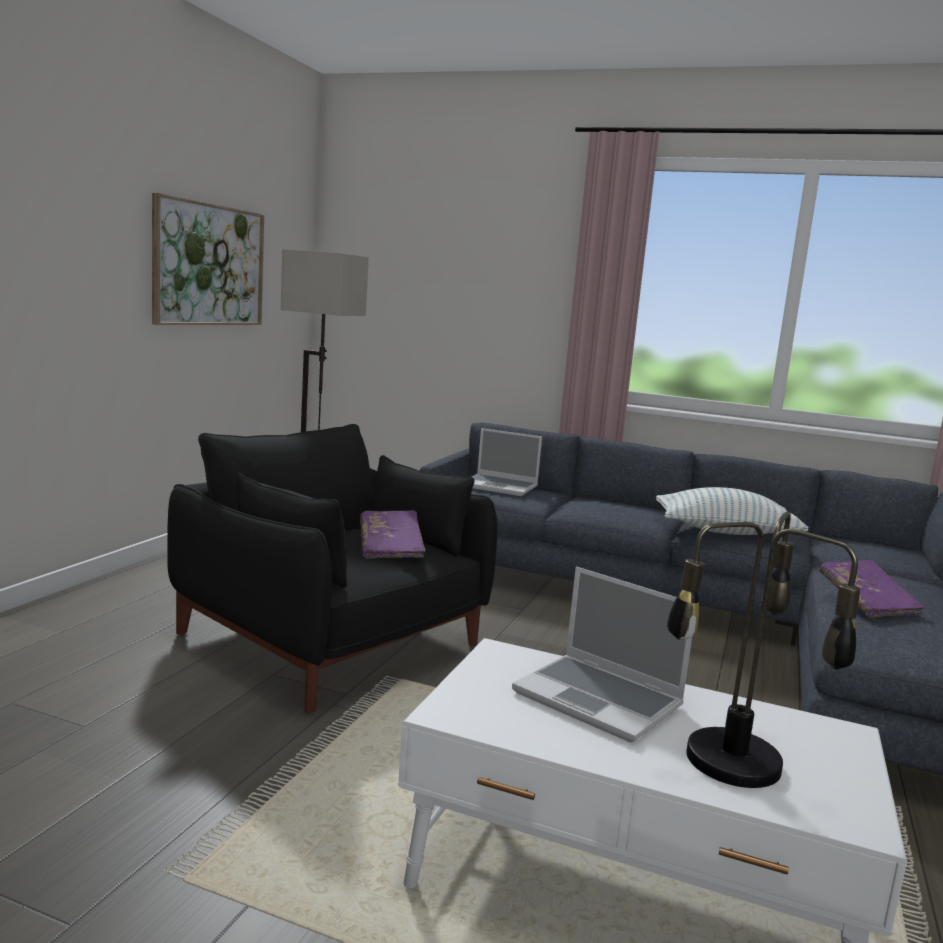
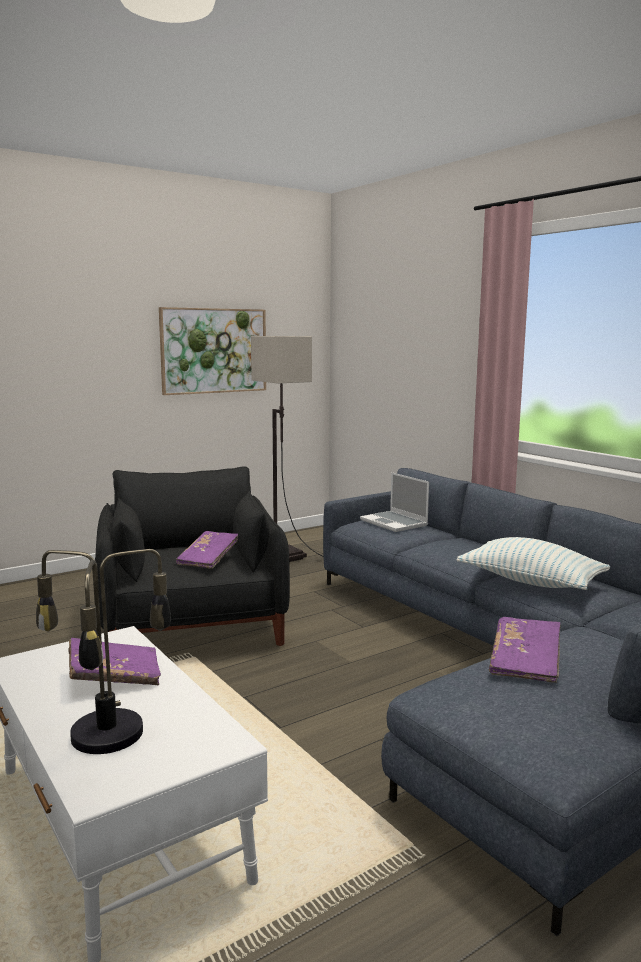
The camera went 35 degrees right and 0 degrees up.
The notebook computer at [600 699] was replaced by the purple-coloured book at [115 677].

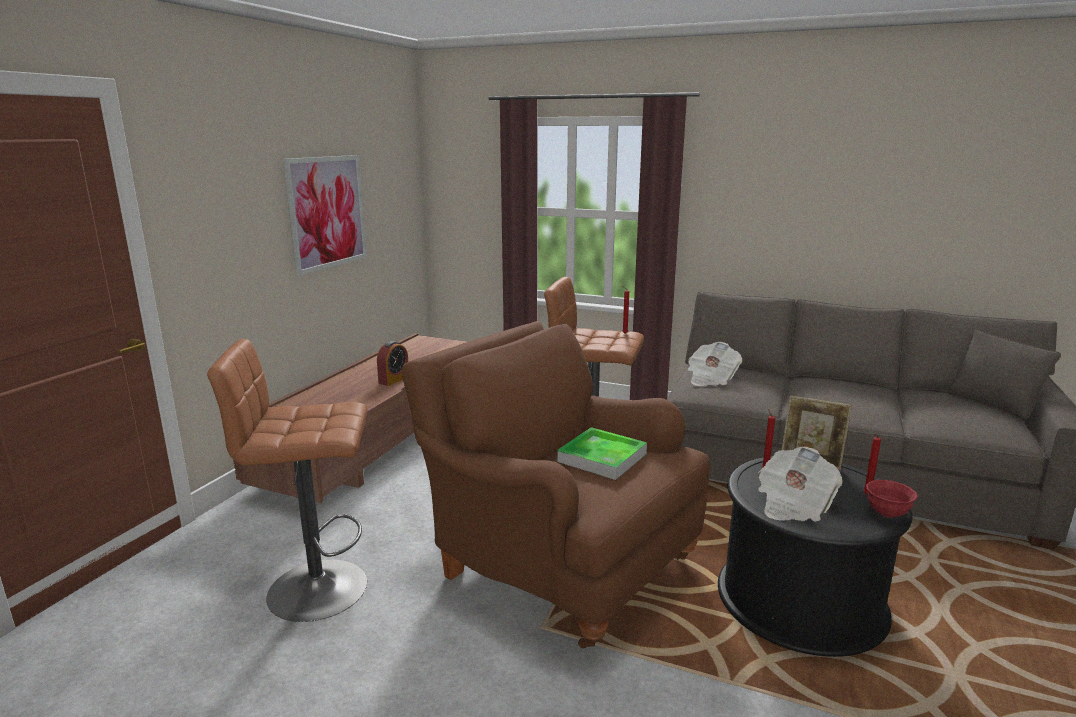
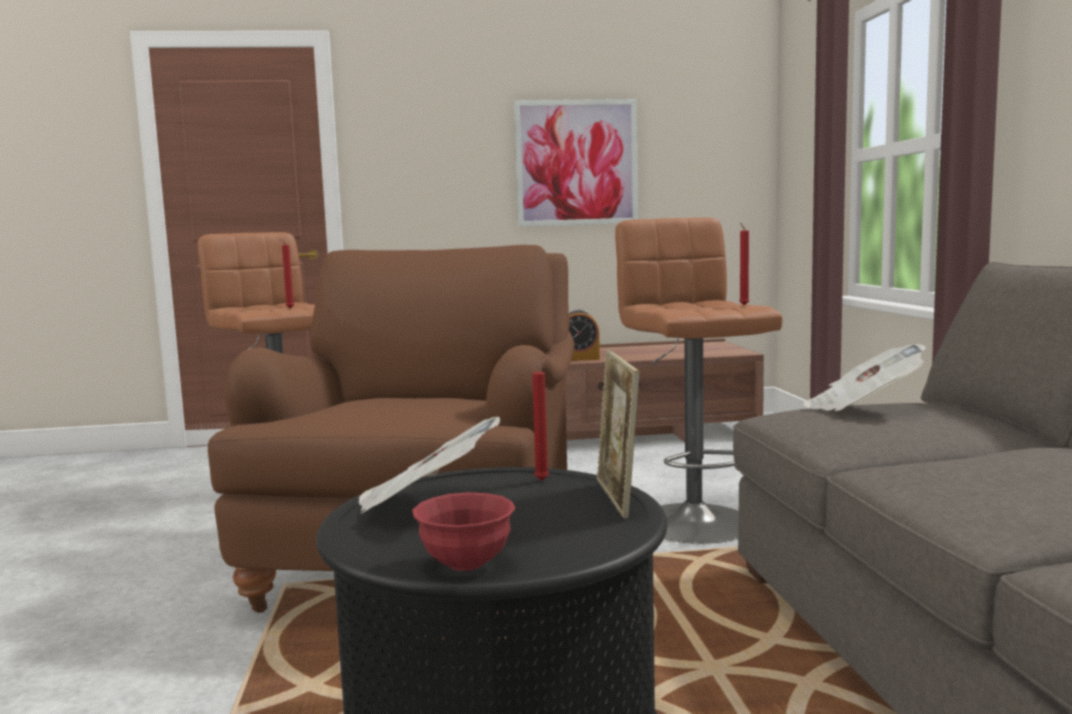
The camera went 60 degrees right and 10 degrees down.
The reddish wax candle moved from [866 495] to [288 308].
The tray at [602 457] disappeared.

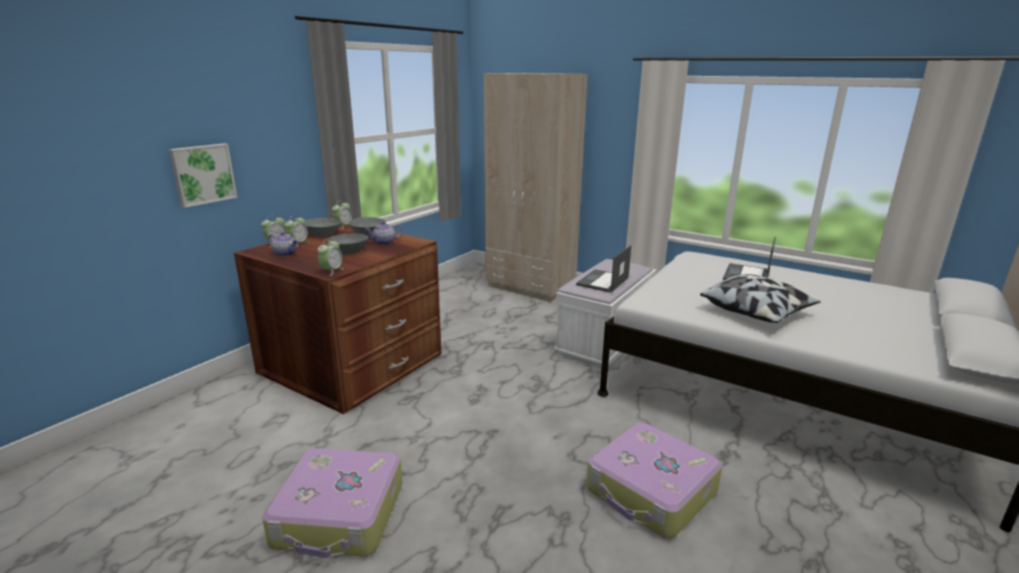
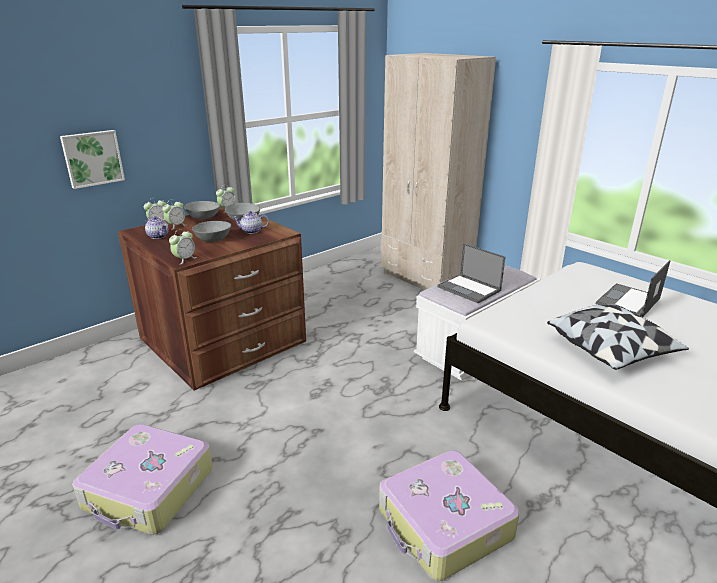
The camera went 15 degrees right and 5 degrees up.
The notebook computer at [602 282] turned 90 degrees counterclockwise.

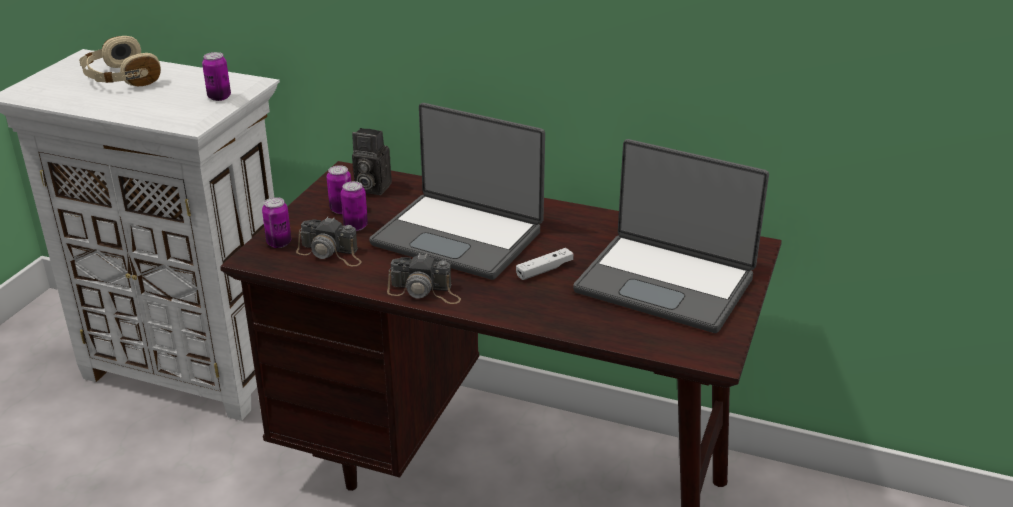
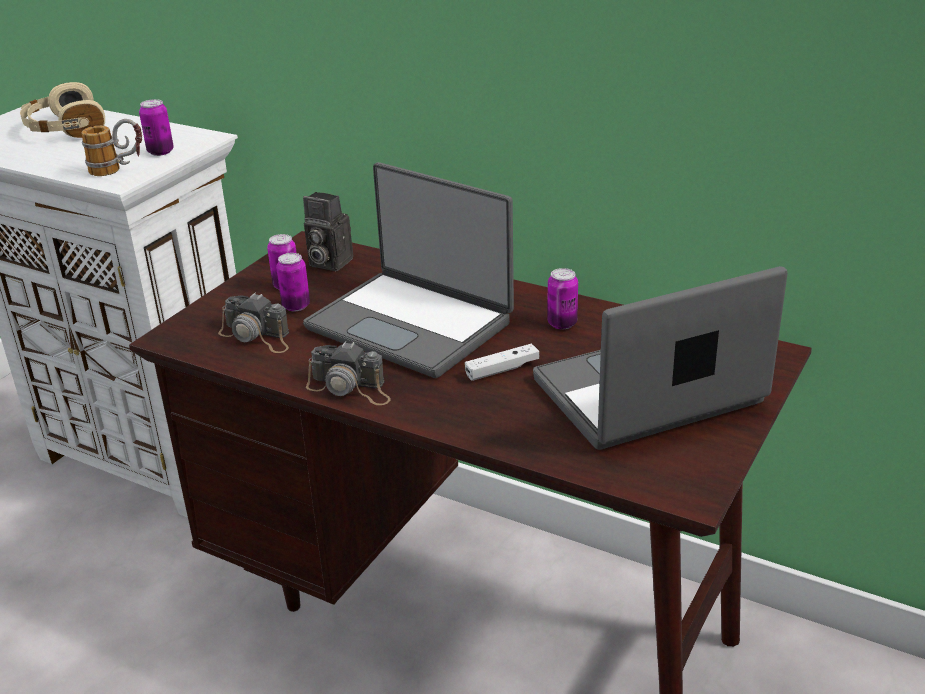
The camera went 10 degrees right and 0 degrees up.
The mug at [118 170] appeared.
The notebook computer at [666 283] turned 120 degrees clockwise.
The sealed can moved from [279 243] to [562 323].

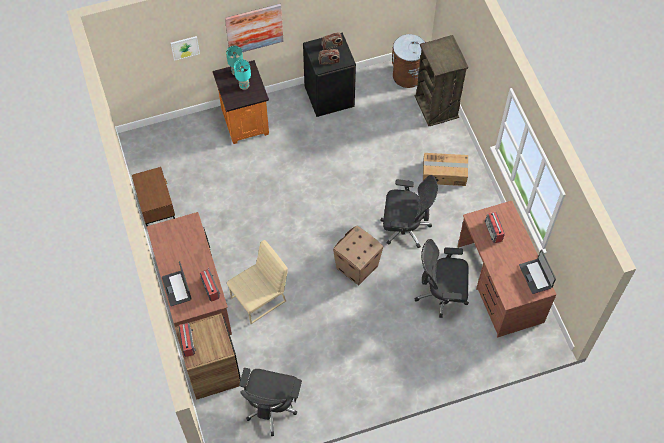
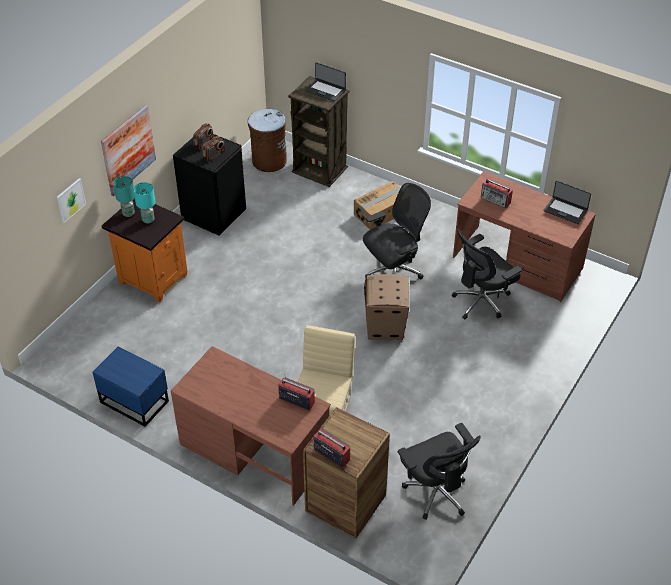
The camera went 40 degrees left and 15 degrees down.
The brownish bedside table at [157 207] became the bluish bedside table at [134 400].
The notebook computer moved from [177 288] to [325 90].

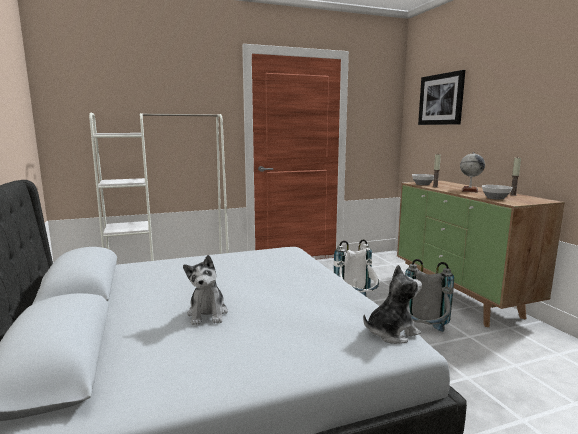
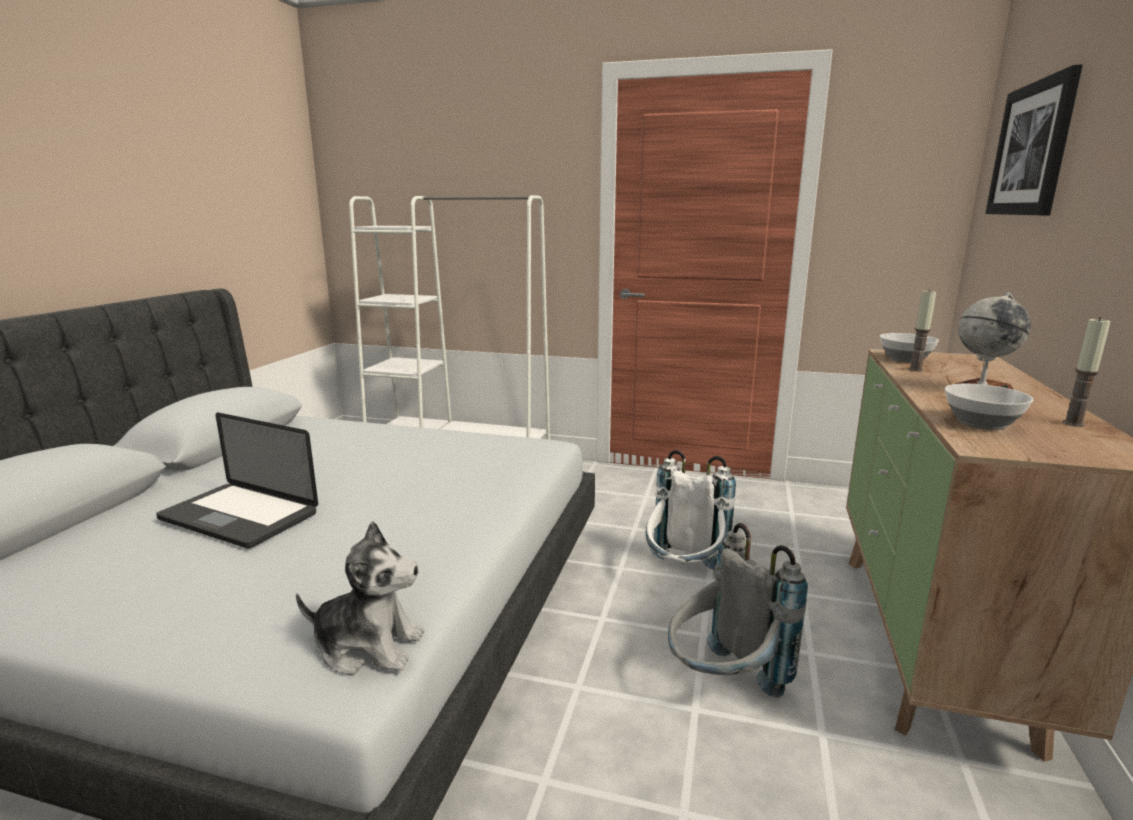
The camera went 35 degrees right and 5 degrees up.
The cuddly toy at [208 314] was replaced by the notebook computer at [239 516].

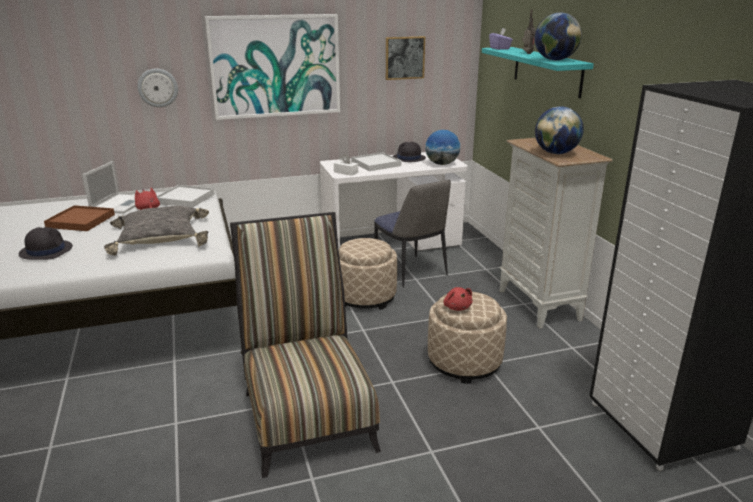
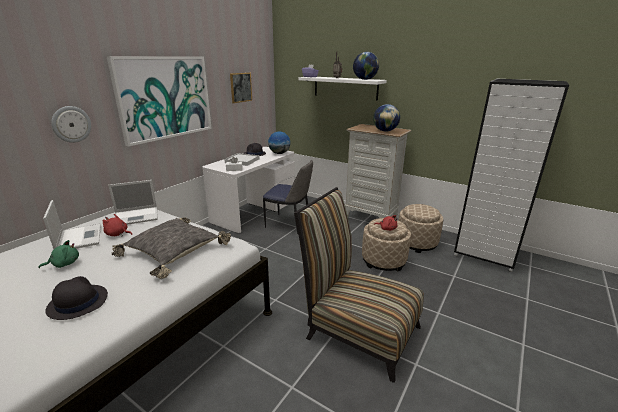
The camera went 40 degrees left and 0 degrees up.
The brownish tray at [81 221] was replaced by the greenish cuddly toy at [64 264].
The whitish tray at [185 198] was replaced by the notebook computer at [137 216].
The turquoise bracket shelf at [547 71] became the whitish bracket shelf at [345 88].
The beige-coloured ottoman moved from [365 297] to [416 243].

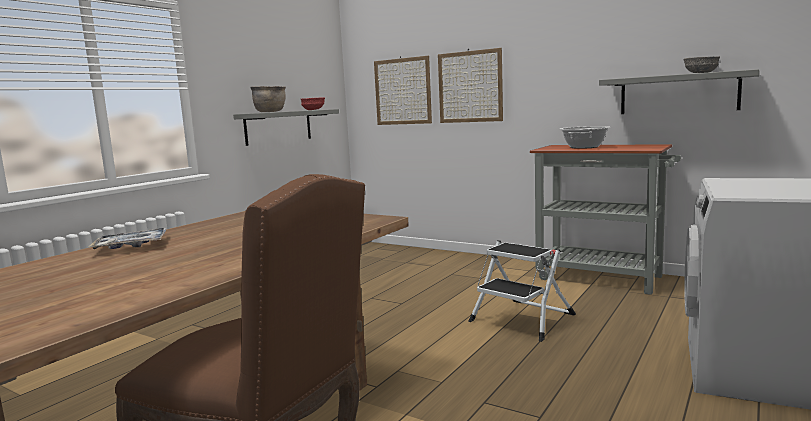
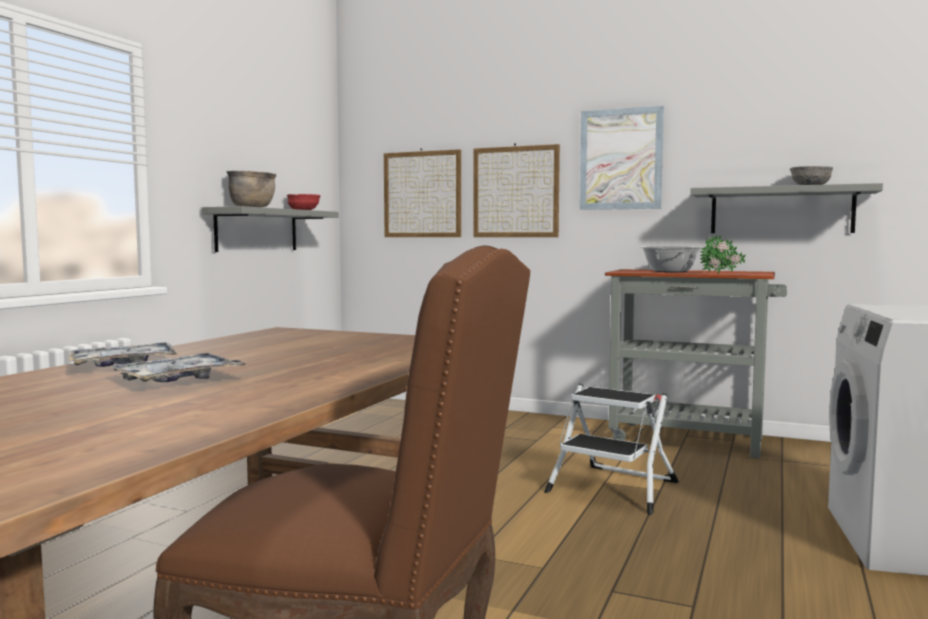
The camera went 10 degrees left and 5 degrees down.
The tray at [178 380] appeared.
The wall picture at [620 159] appeared.
The plant in a pot at [722 273] appeared.

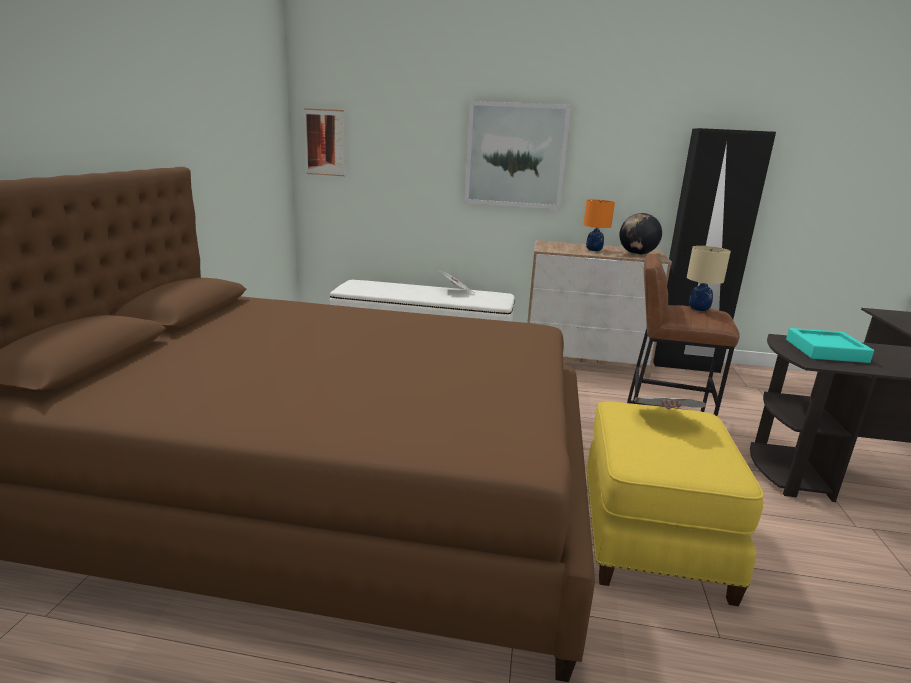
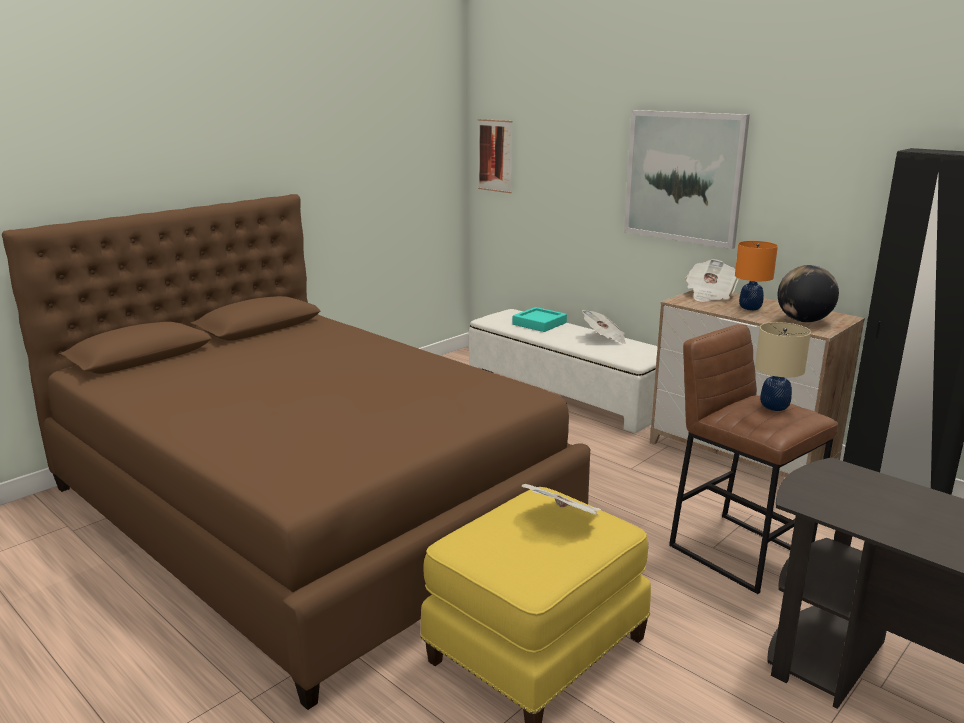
The camera went 35 degrees right and 0 degrees up.
The turquoise tray moved from [826 351] to [539 323].
The daily paper at [709 295] appeared.

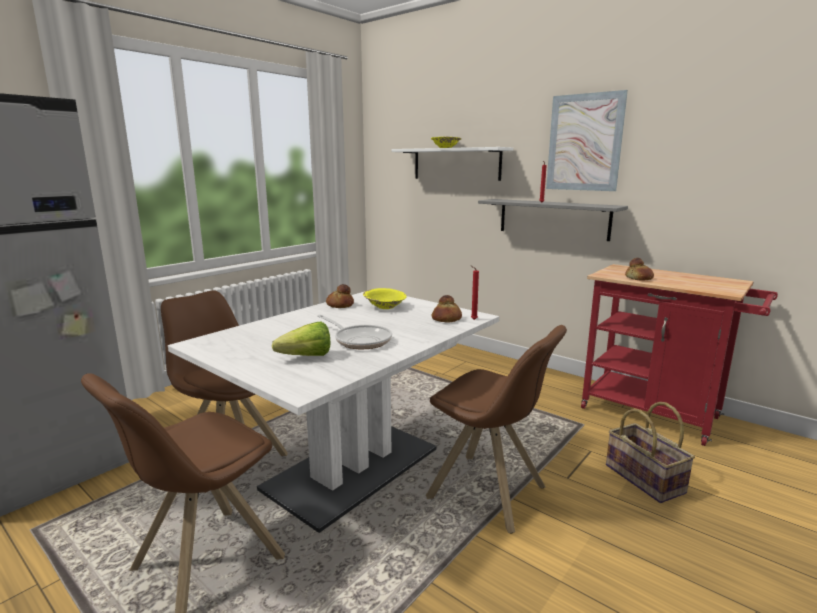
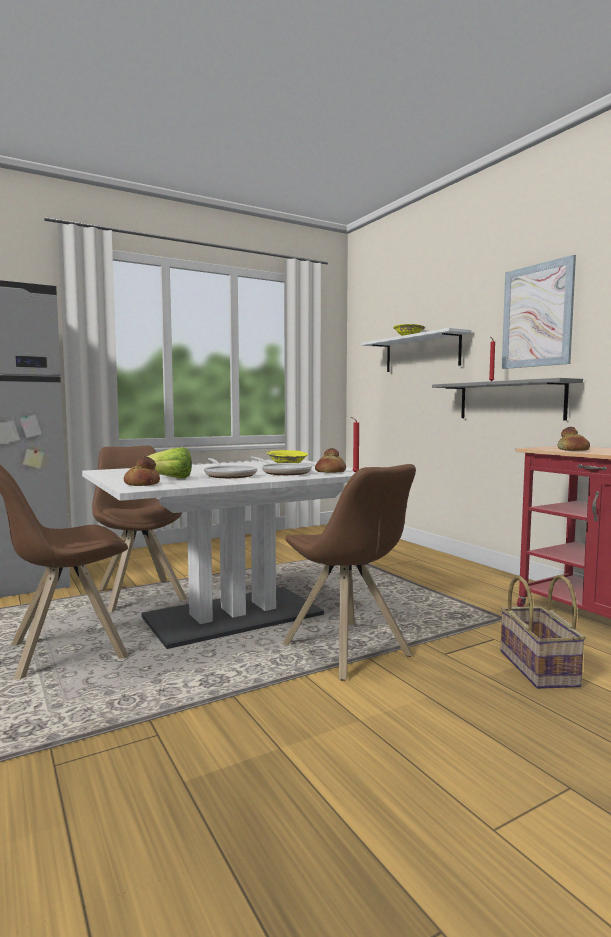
The camera went 20 degrees right and 10 degrees down.
The bread moved from [339 305] to [141 484].
The skillet at [283 472] appeared.

